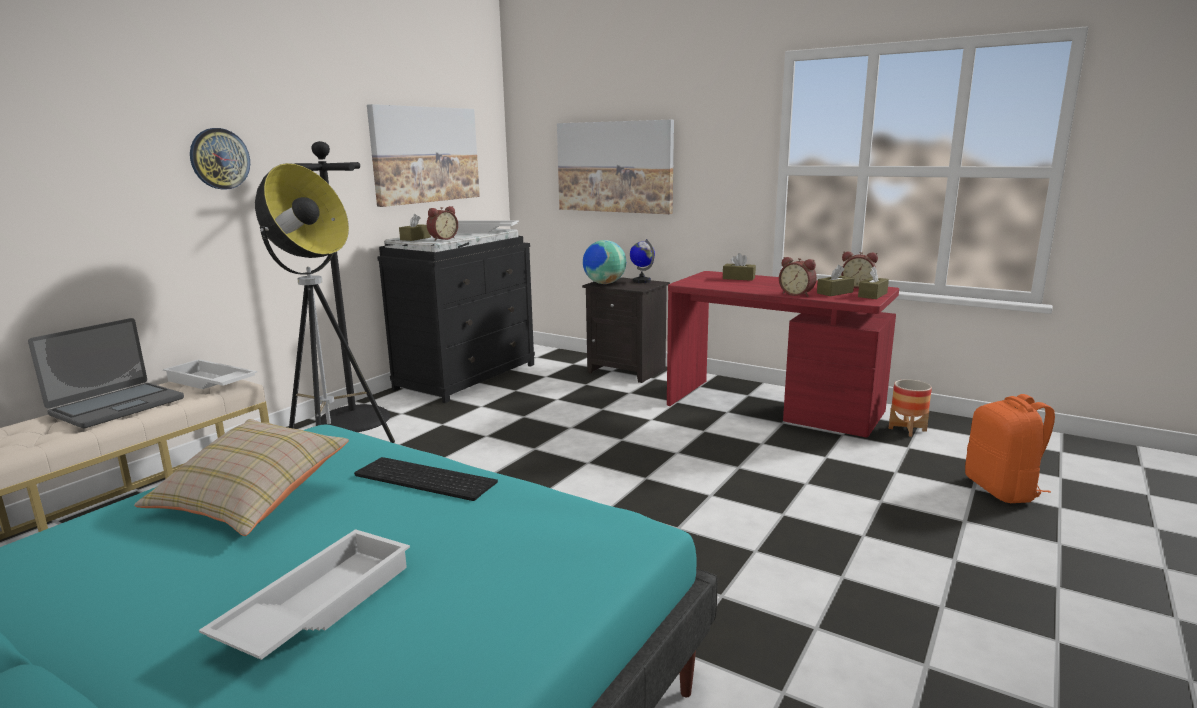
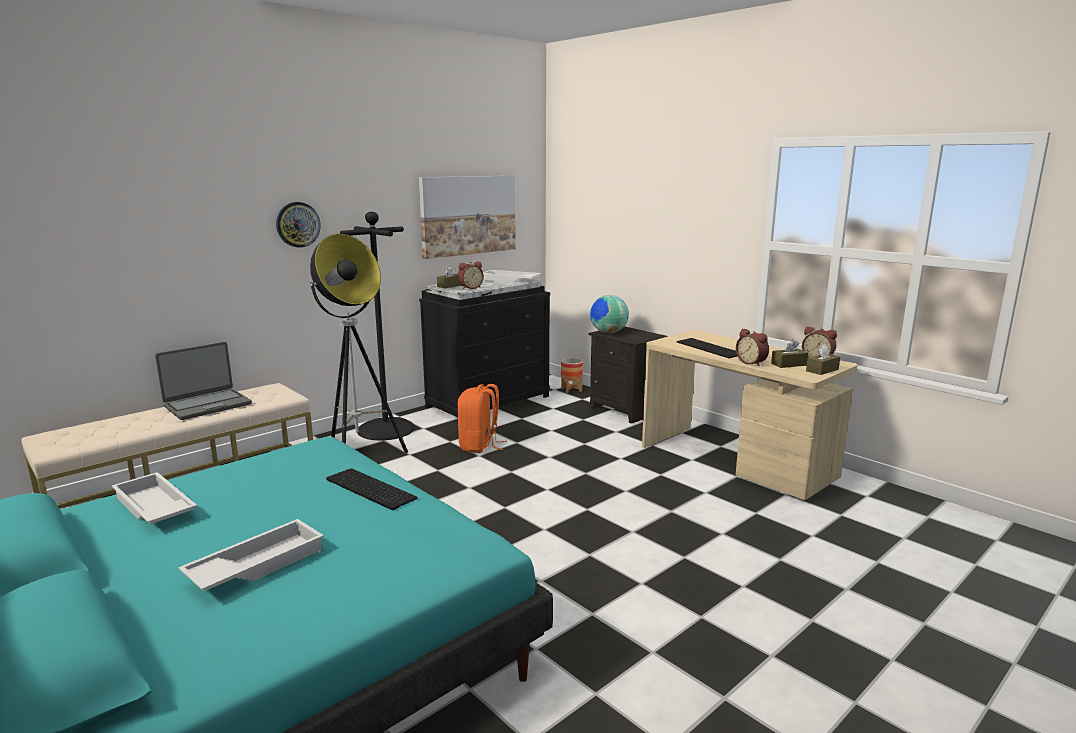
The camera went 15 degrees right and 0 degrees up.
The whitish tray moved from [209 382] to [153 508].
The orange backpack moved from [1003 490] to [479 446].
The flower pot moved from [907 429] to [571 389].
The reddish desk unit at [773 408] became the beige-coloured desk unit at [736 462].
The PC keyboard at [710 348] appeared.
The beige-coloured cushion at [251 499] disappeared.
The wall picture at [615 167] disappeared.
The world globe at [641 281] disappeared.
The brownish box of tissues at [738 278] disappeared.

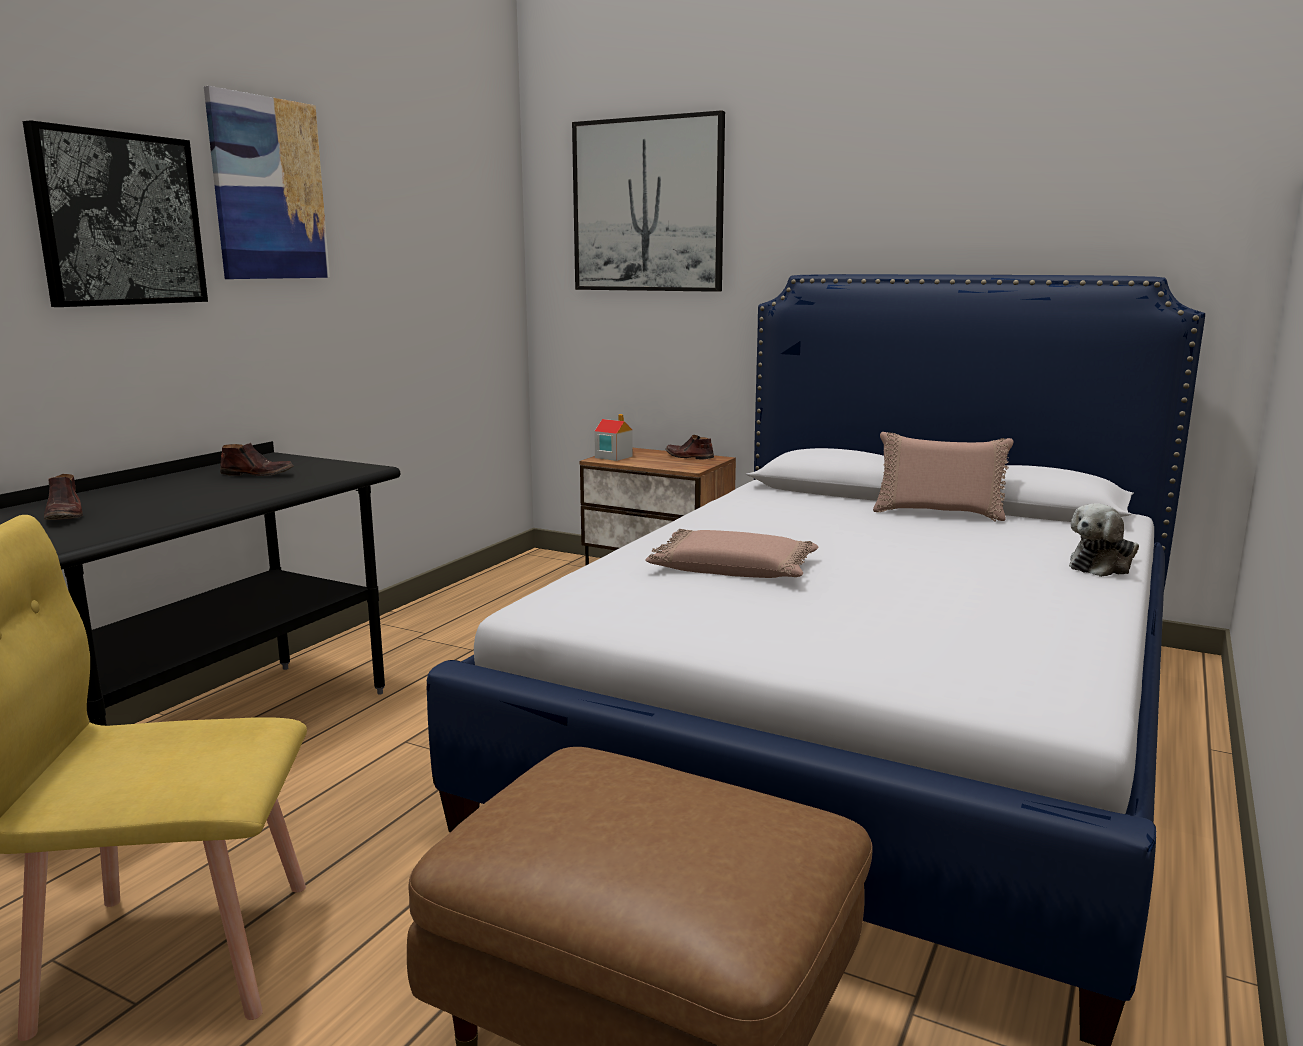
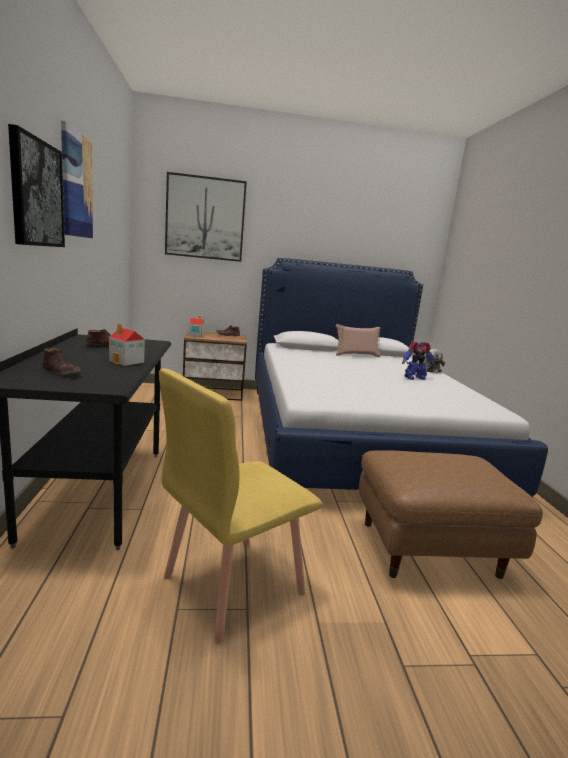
The camera went 35 degrees left and 0 degrees up.
The model house at [127 361] appeared.
The robot figure at [414 378] appeared.
The beige-coloured cushion at [733 566] disappeared.

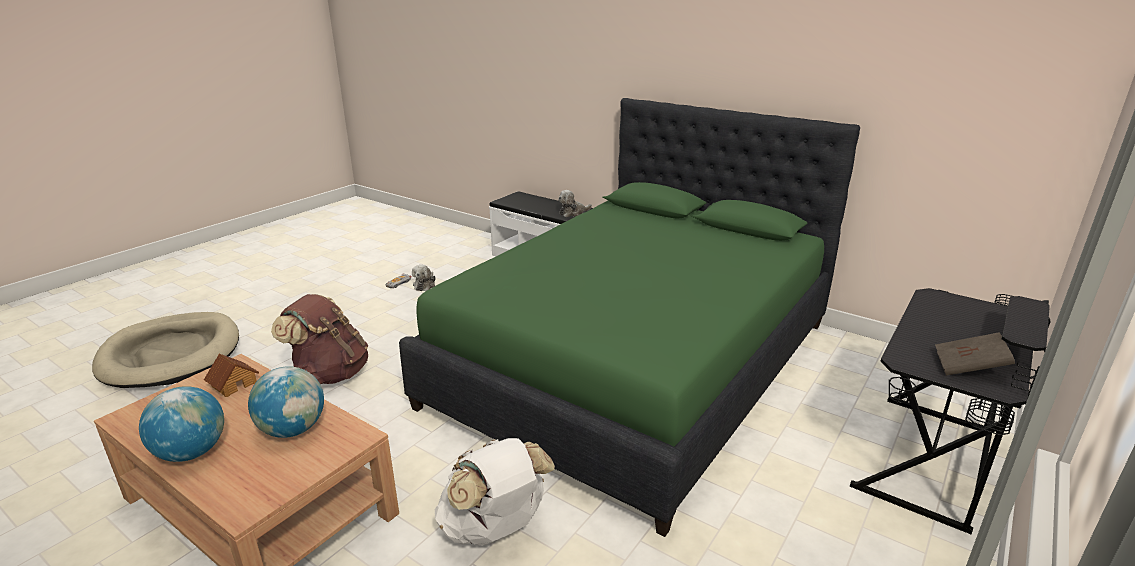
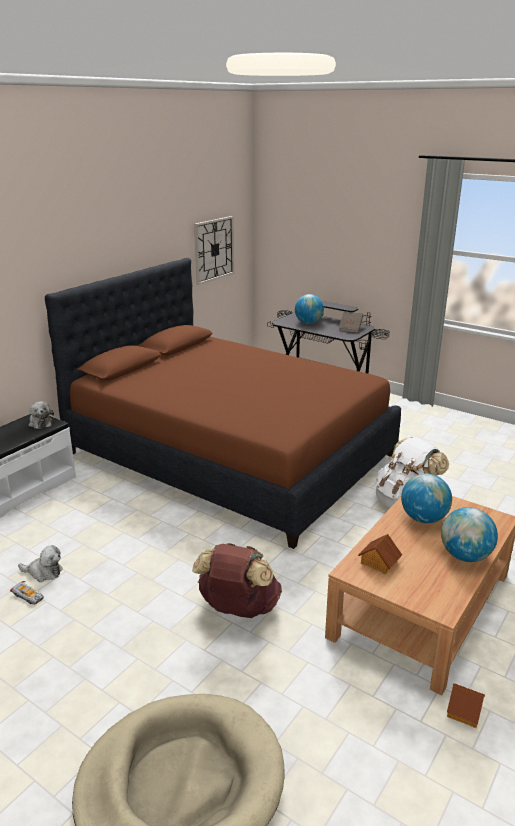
The camera went 90 degrees left and 0 degrees up.
The greenish bedroom bed at [637 363] became the brownish bedroom bed at [230 453].
The wall clock at [214 249] appeared.
The world globe at [308 323] appeared.
The model house at [465 711] appeared.

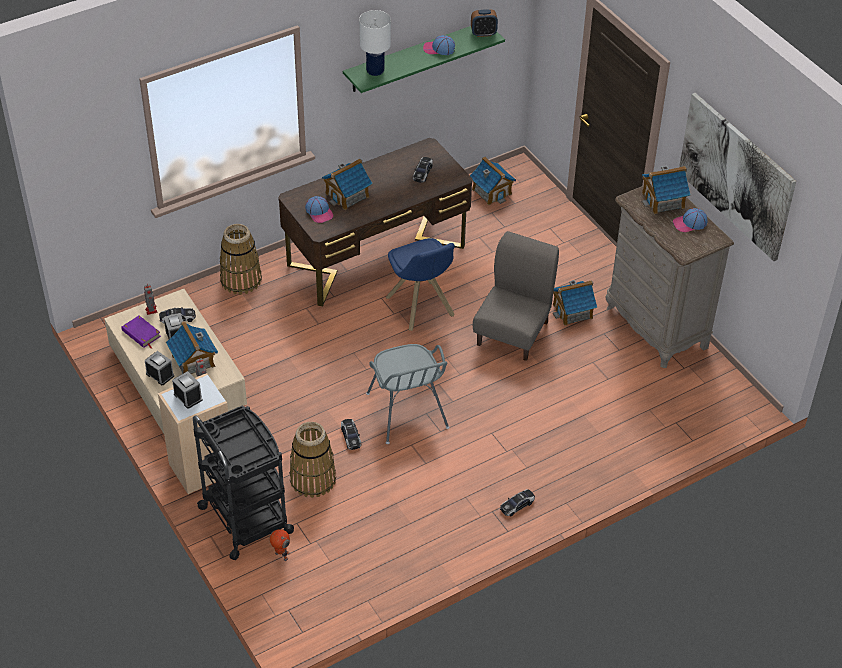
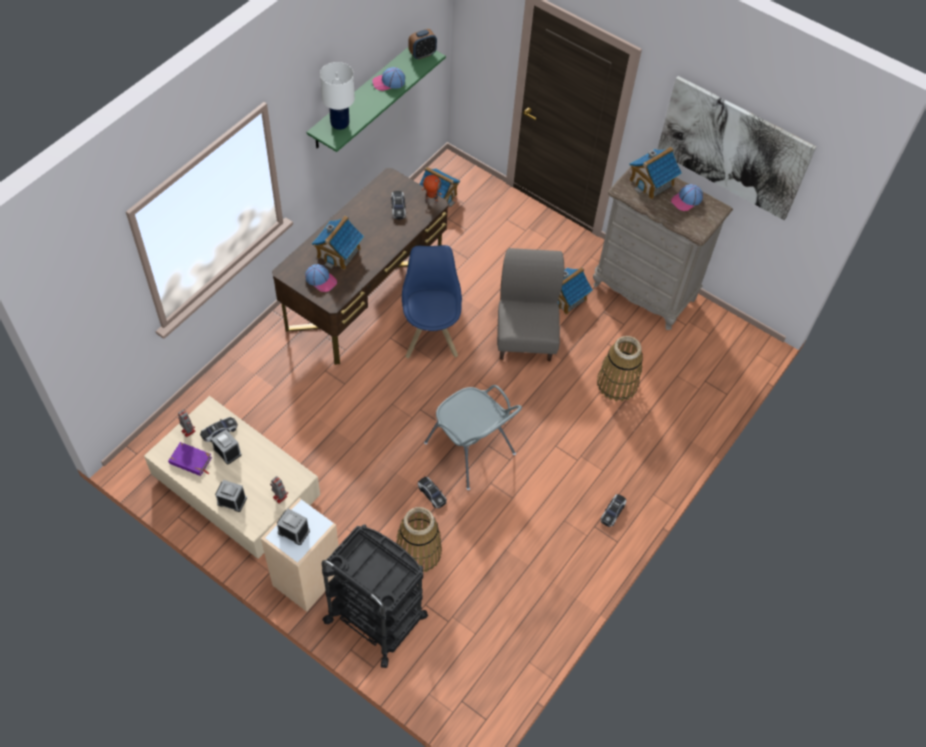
The camera went 25 degrees left and 10 degrees up.
The bluish plain chair at [420 306] turned 135 degrees counterclockwise.
The robot figure moved from [281 556] to [431 201].
The storage basket moved from [241 280] to [617 383].
The model house at [193 361] disappeared.

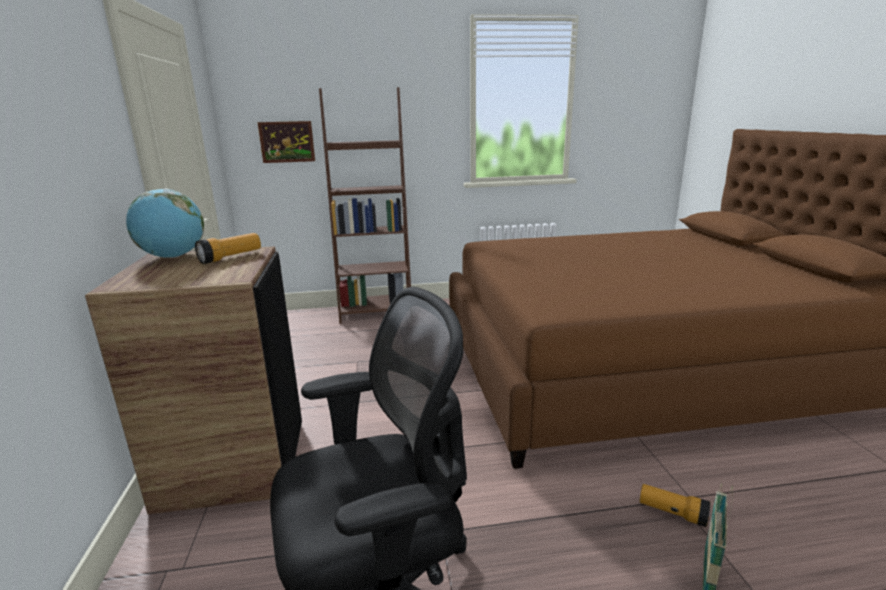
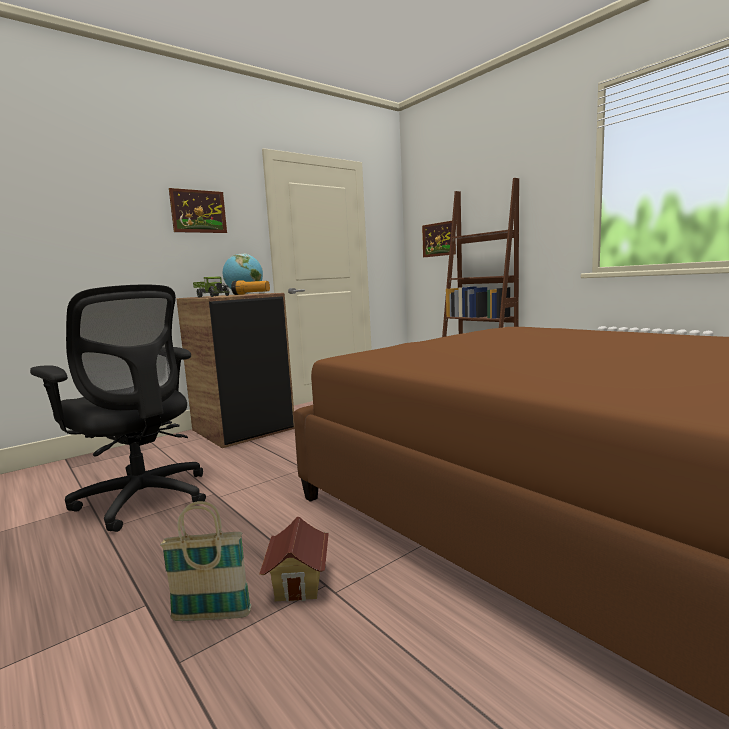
The camera went 60 degrees right and 10 degrees down.
The wall picture at [198 211] appeared.
The toy truck at [212 296] appeared.
The hand torch at [672 513] was replaced by the model house at [299 584].

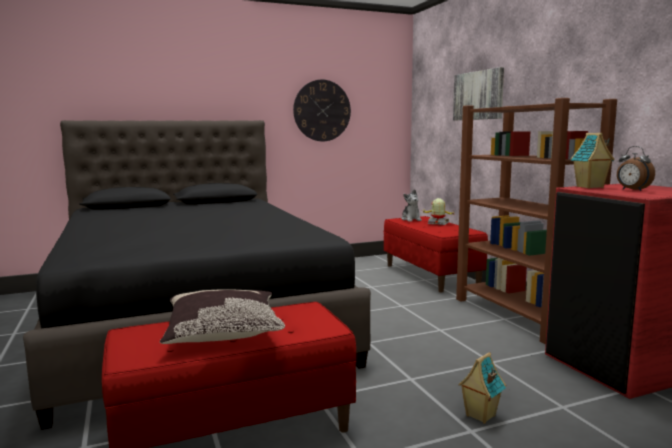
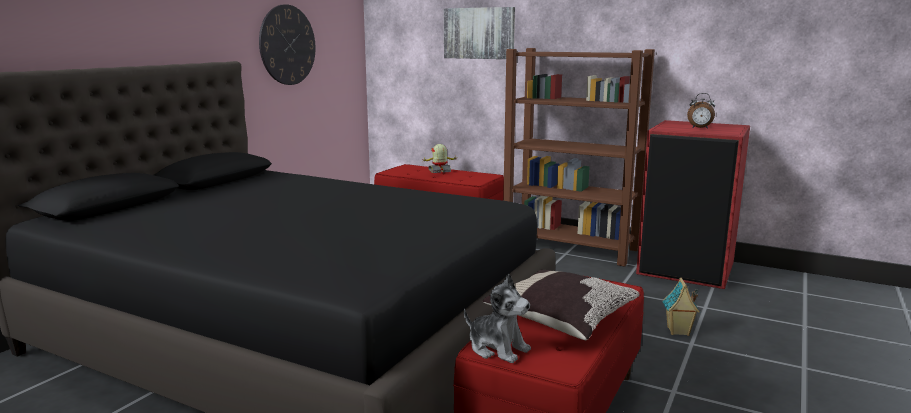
The camera went 40 degrees left and 5 degrees up.
The cuddly toy moved from [411 219] to [497 348].
The model house at [590 187] disappeared.

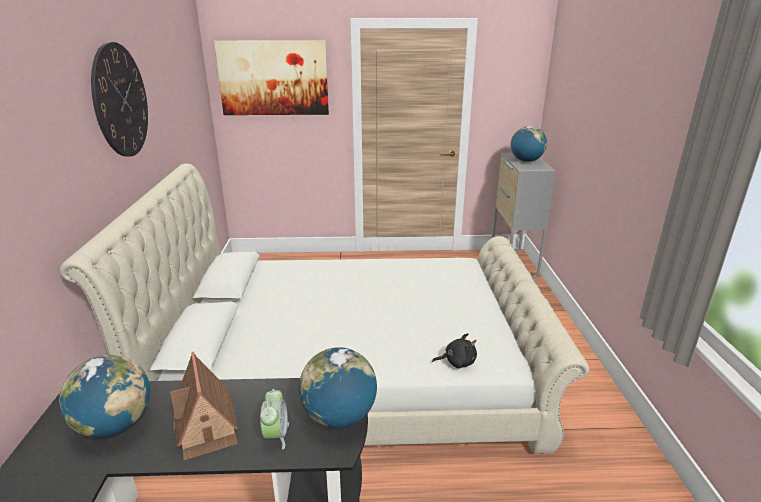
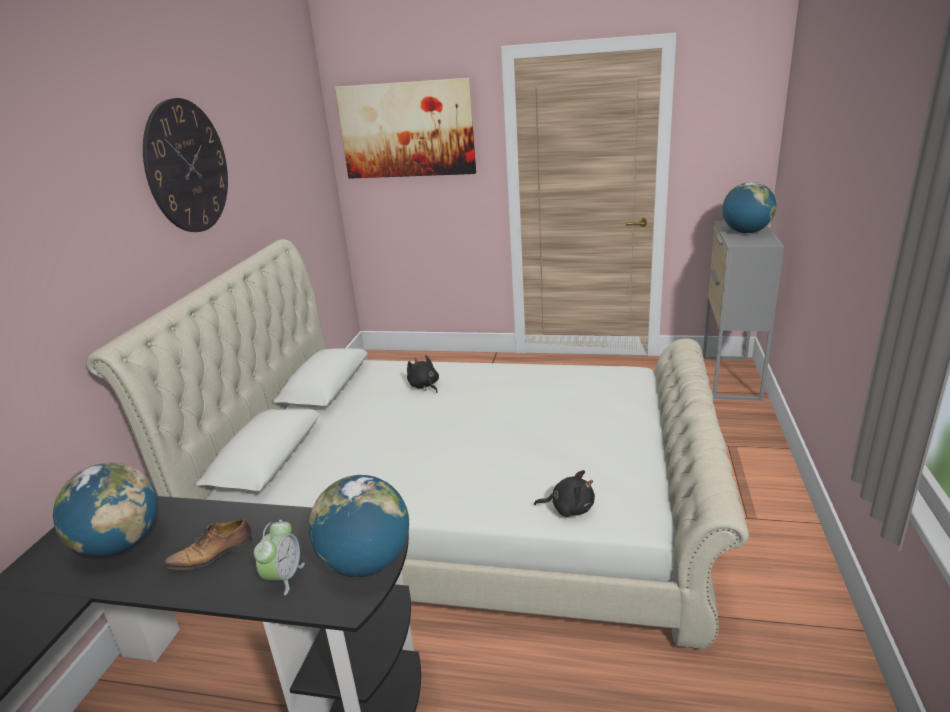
The camera went 15 degrees right and 0 degrees up.
The model house at [206 424] was replaced by the low shoe at [213 555].
The black-coloured cuddly toy at [424 386] appeared.

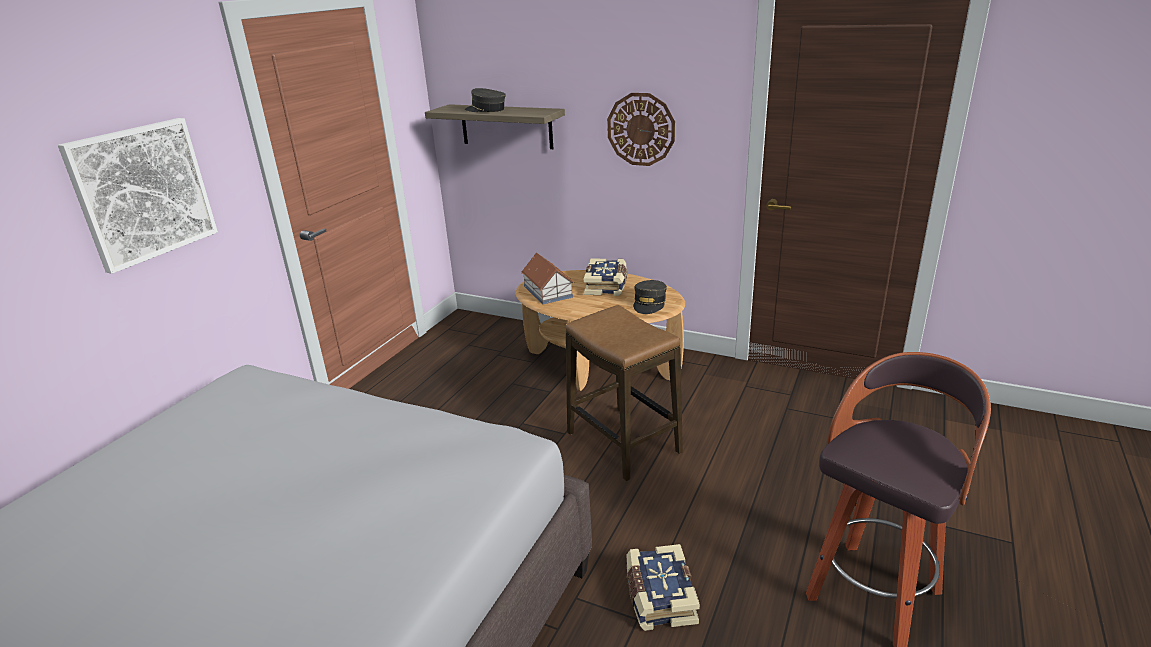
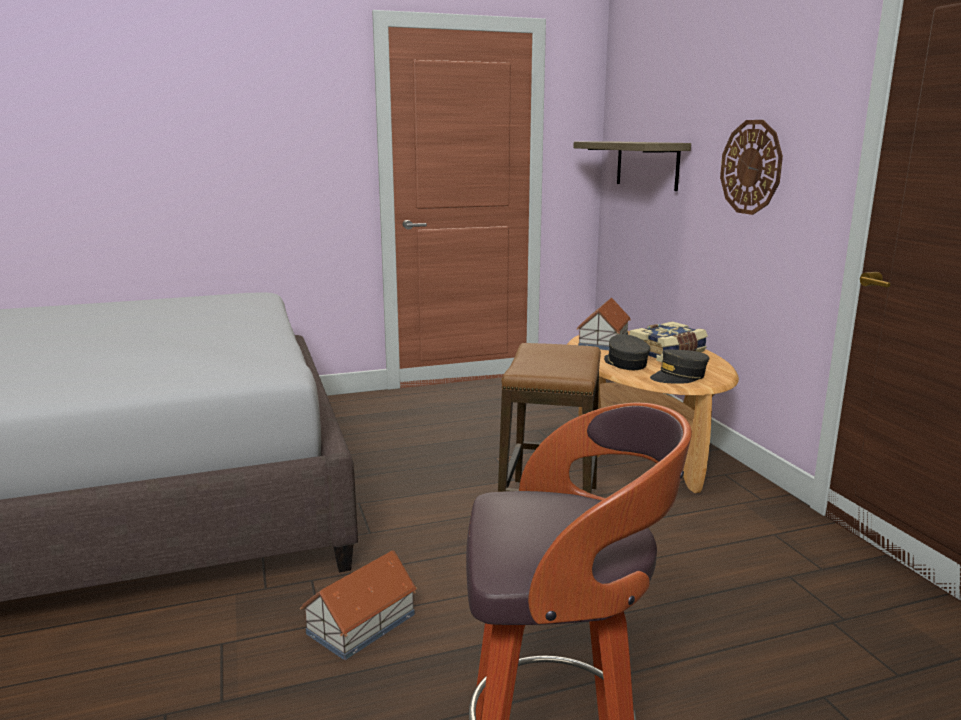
The camera went 45 degrees right and 10 degrees down.
The book at [659 597] was replaced by the model house at [362 623].
The gray baseball cap moved from [486 110] to [625 363].
The wall picture at [143 192] disappeared.

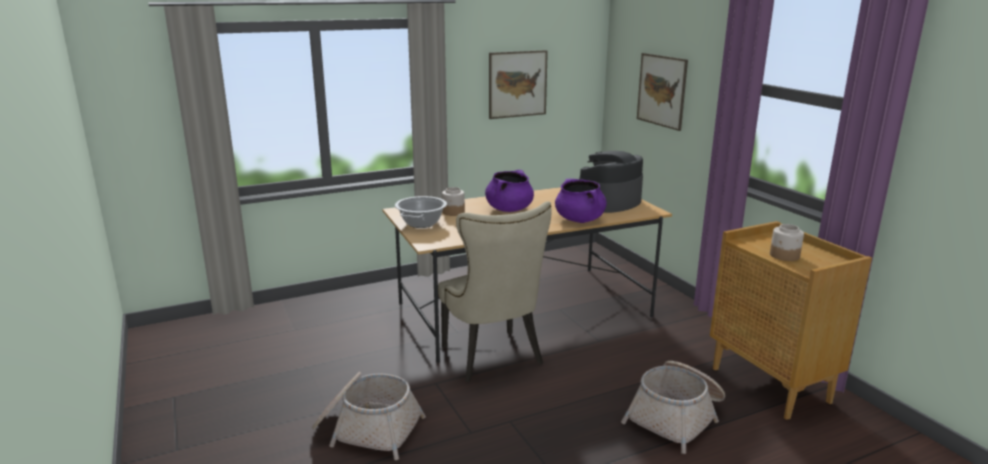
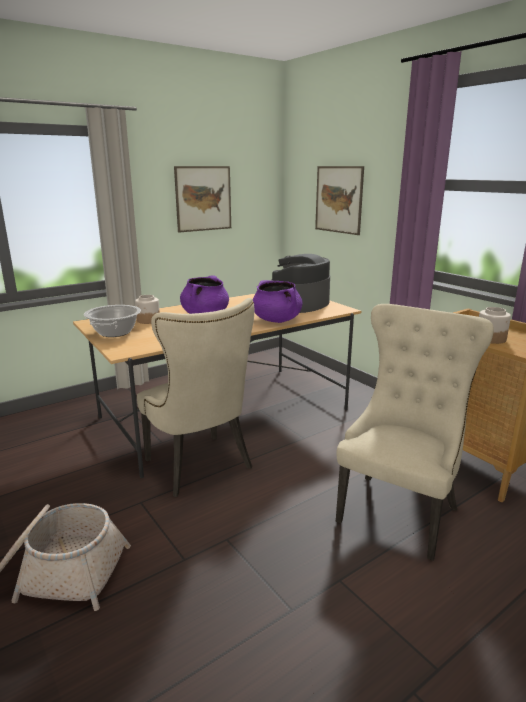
The camera went 10 degrees left and 0 degrees up.
The storage basket at [676 417] was replaced by the beige-coloured plain chair at [397 512].

